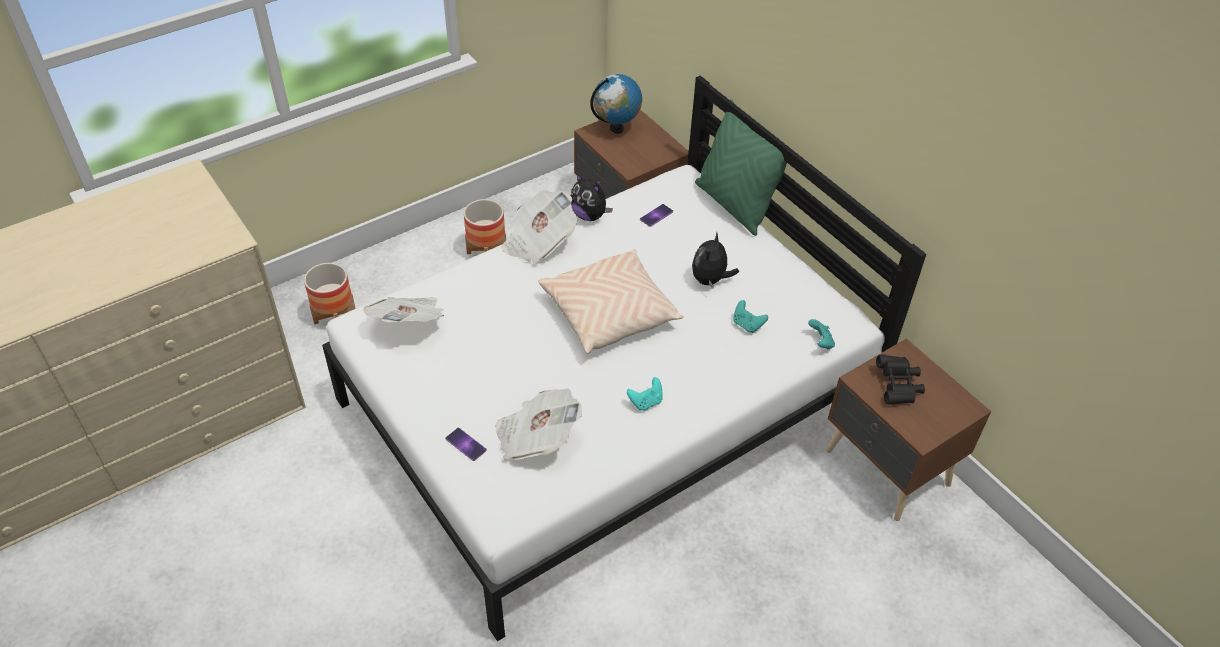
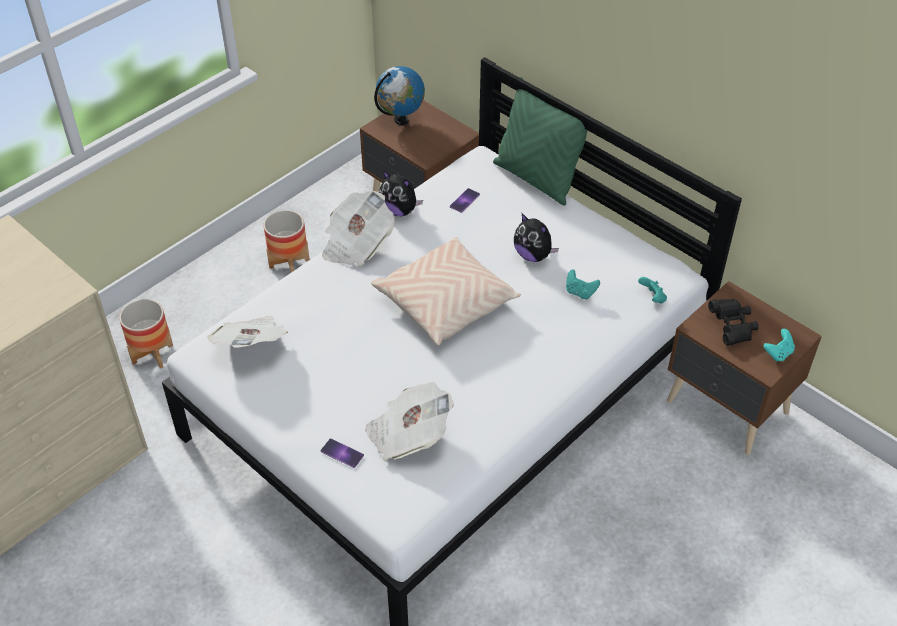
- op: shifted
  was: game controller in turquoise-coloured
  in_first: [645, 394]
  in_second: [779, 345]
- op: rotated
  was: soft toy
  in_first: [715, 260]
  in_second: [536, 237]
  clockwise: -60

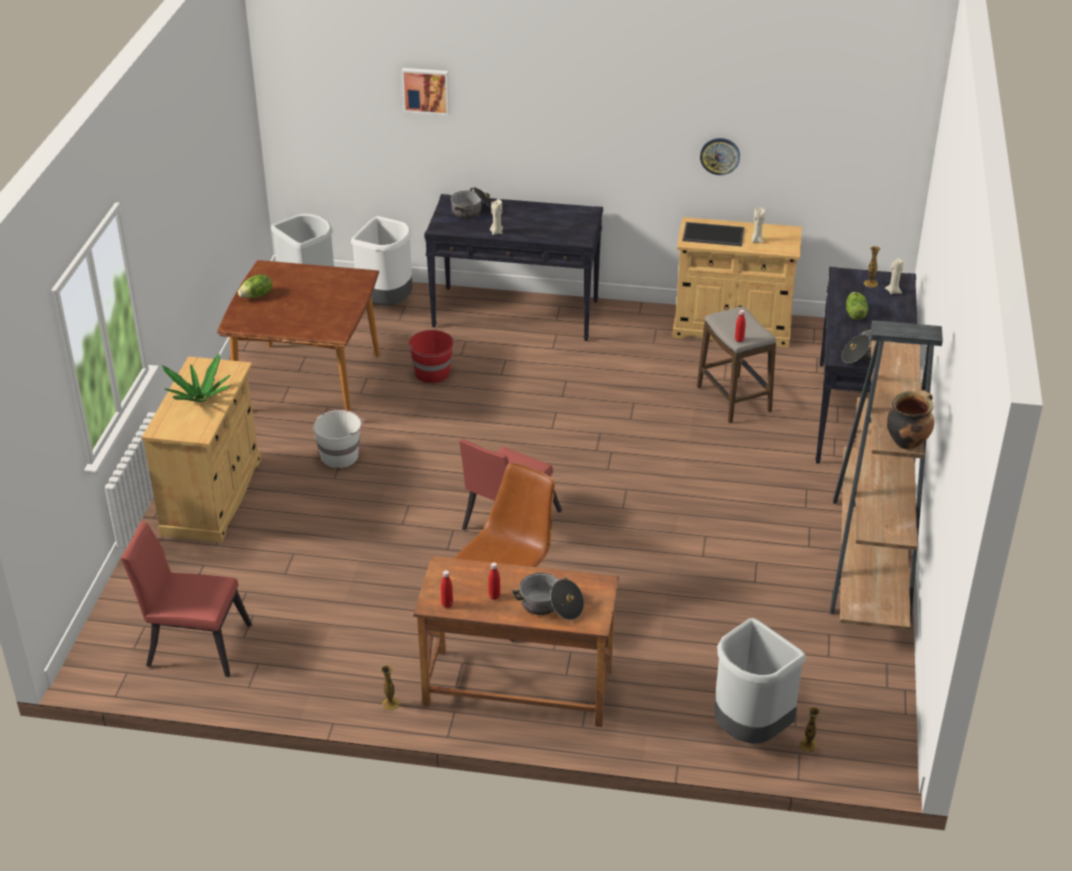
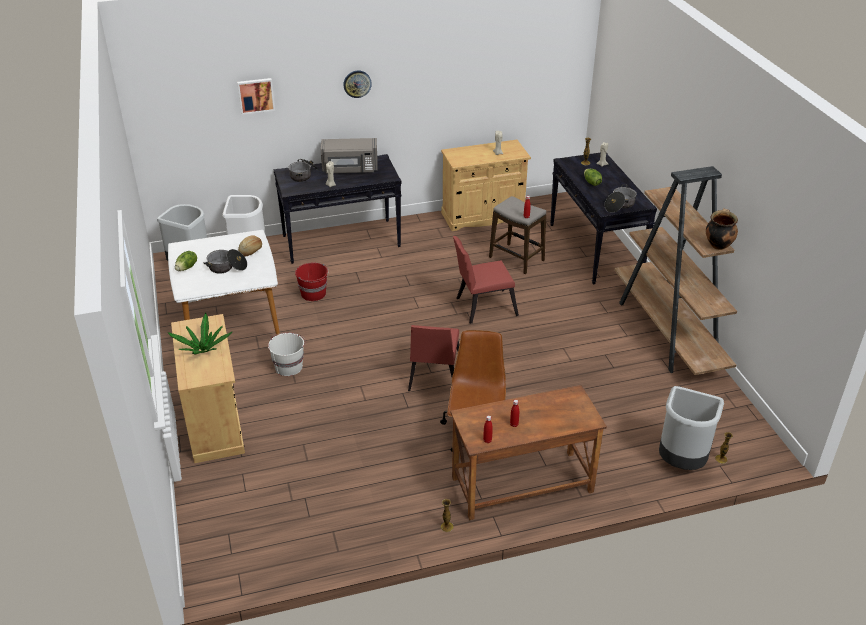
- op: gone
  was: carrying tray
  in_first: [713, 234]
- op: new
  now: bakery bread
  in_second: [250, 246]
- op: new
  now: kitchen microwave in greyish
  in_second: [349, 155]
- op: shifted
  was: upright chair in red-coloured
  in_first: [186, 599]
  in_second: [486, 280]
- op: shifted
  was: stockpot
  in_first: [548, 596]
  in_second: [225, 261]
- op: shifted
  was: hanging clock
  in_first: [720, 156]
  in_second: [357, 84]
- op: repainted
  was: kitchen table in brownish
  now: kitchen table in whitish
  in_first: [298, 336]
  in_second: [224, 283]

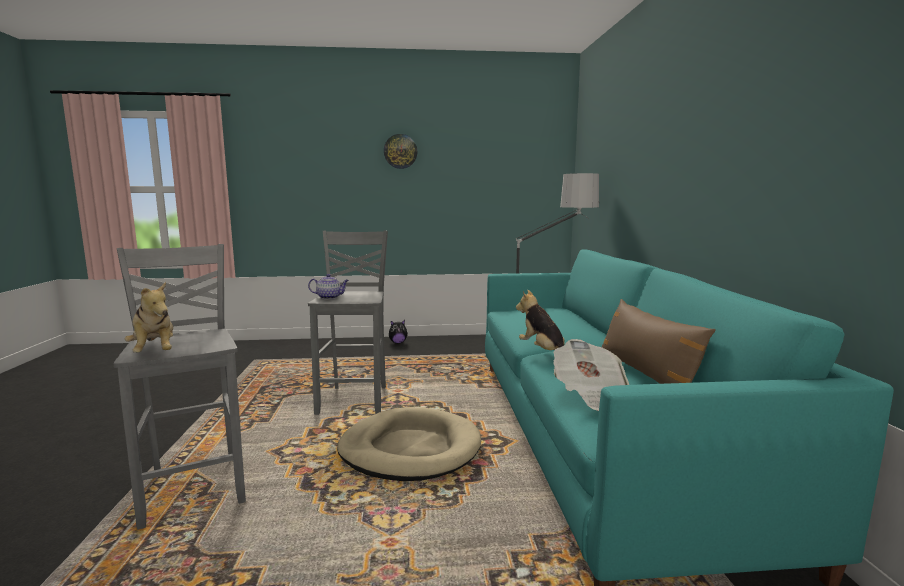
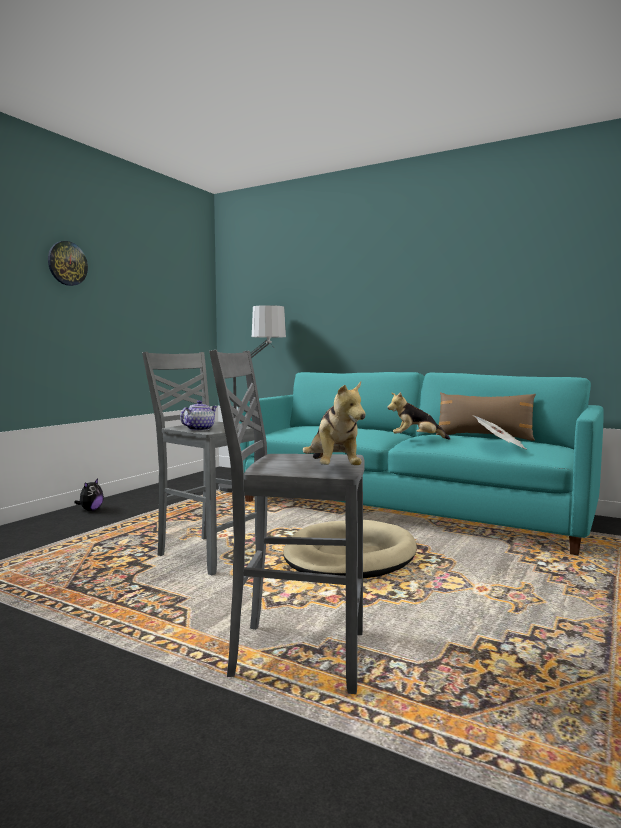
- op: rotated
  was: soft toy
  in_first: [149, 317]
  in_second: [334, 423]
  clockwise: 75

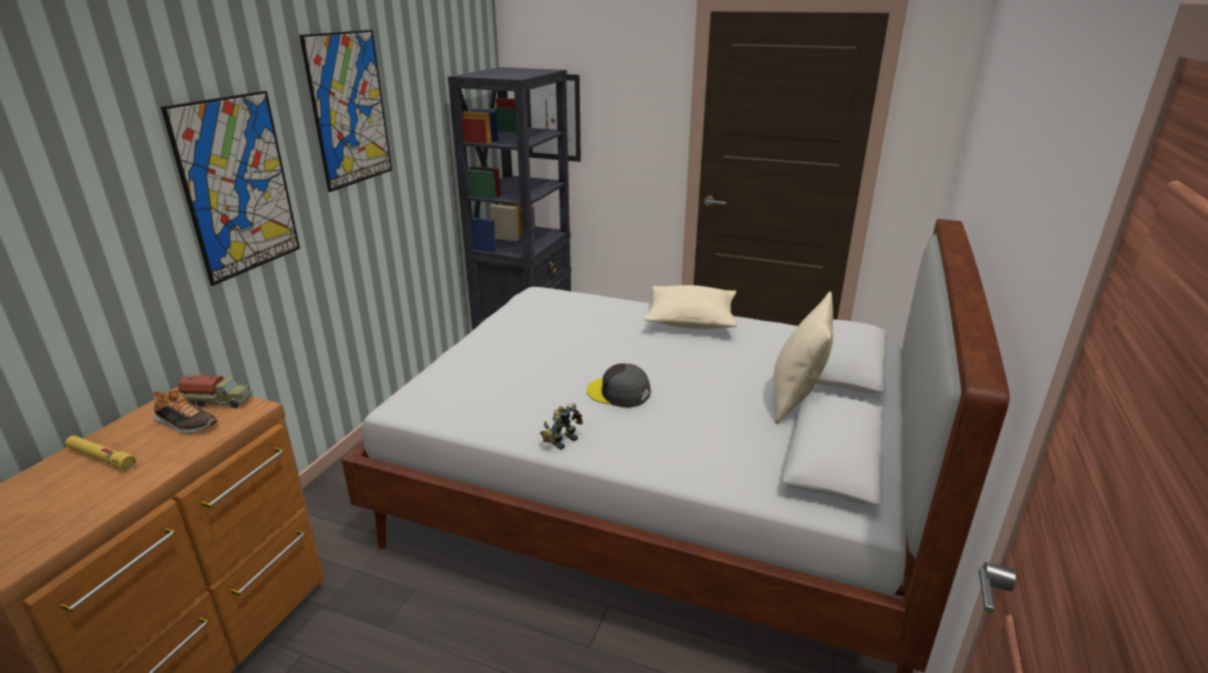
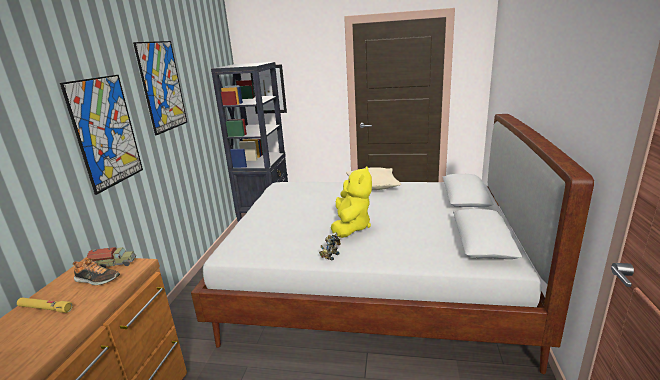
- op: gone
  was: cushion in sand-coloured
  in_first: [803, 358]
- op: swapped
  was: cap in greyish
  now: soft toy in yellow-coloured
  in_first: [618, 385]
  in_second: [351, 202]

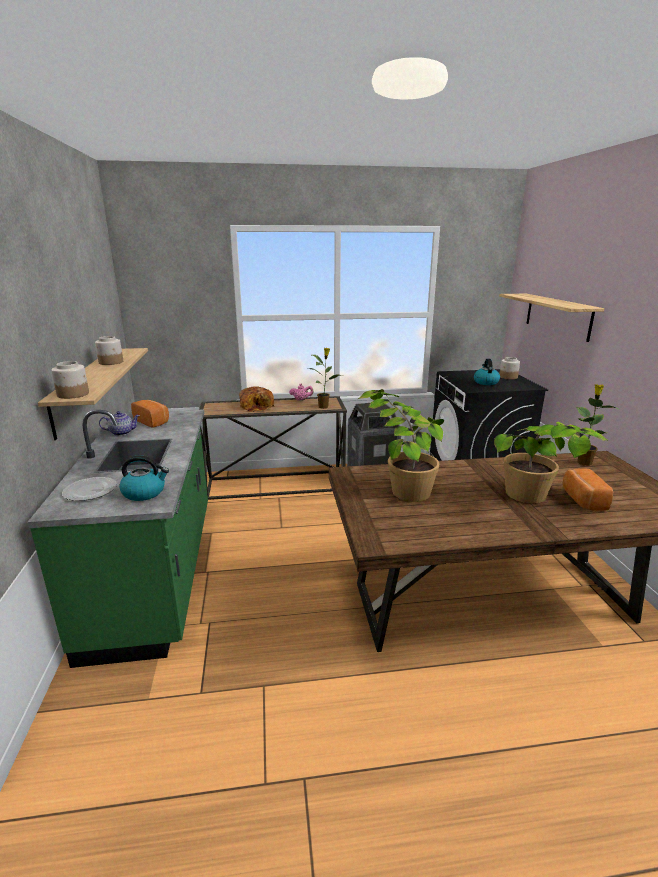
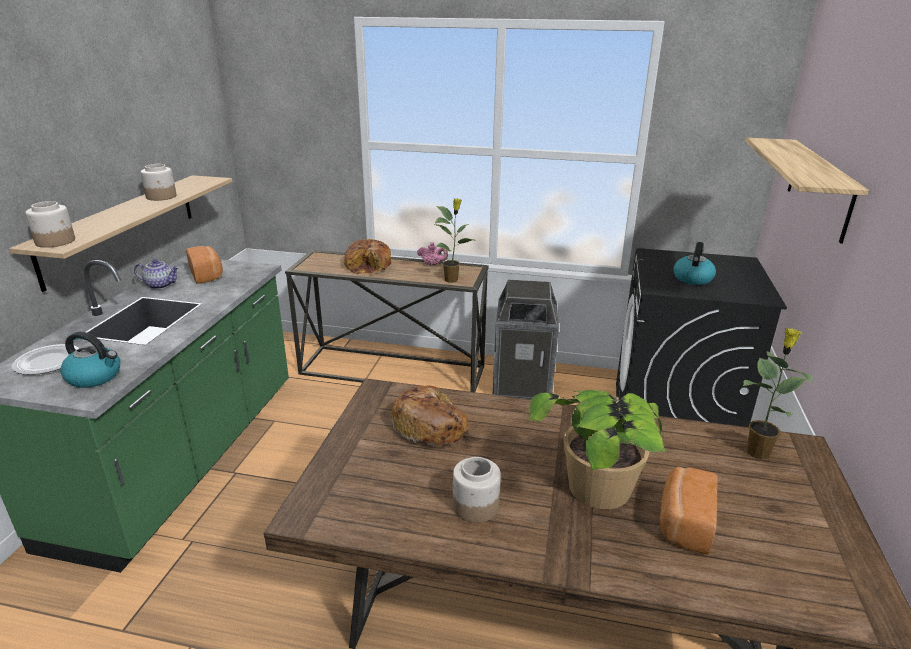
- op: shifted
  was: preserve jar
  in_first: [510, 368]
  in_second: [477, 490]
- op: swapped
  was: plant in a pot
  now: bakery bread
  in_first: [401, 445]
  in_second: [430, 416]

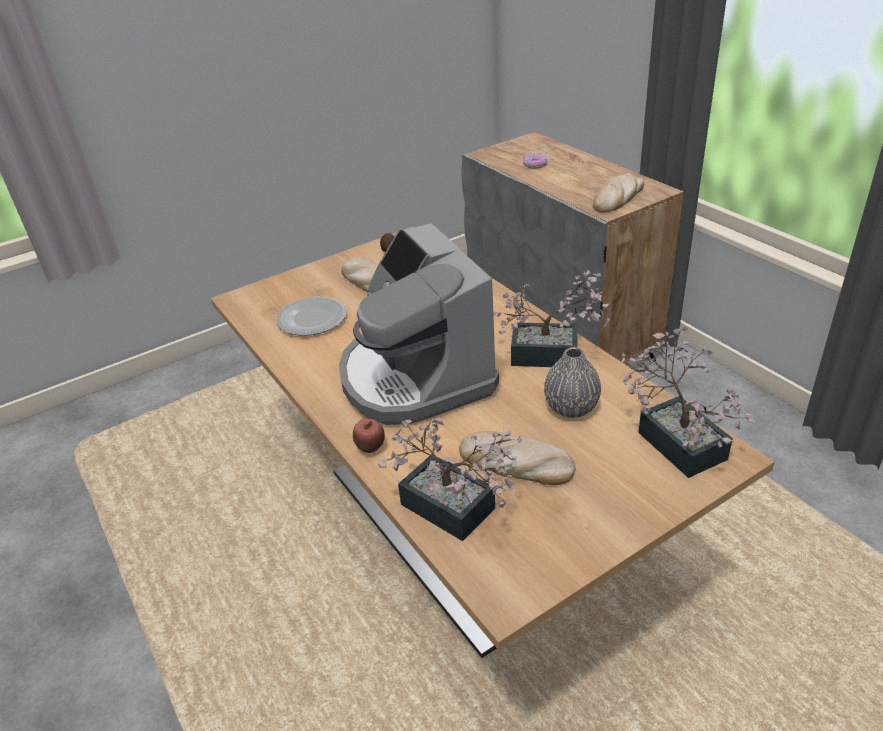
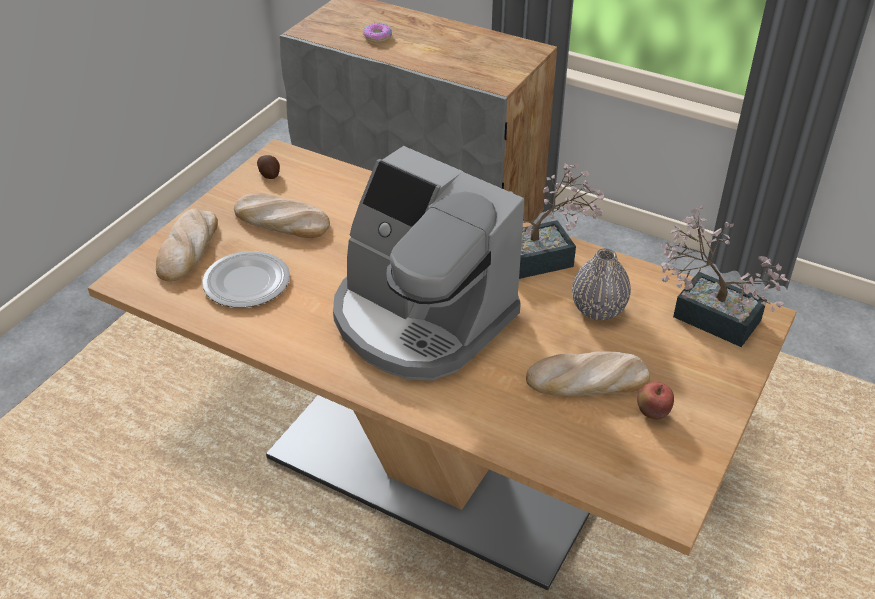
- op: gone
  was: plant in a pot
  in_first: [450, 479]
- op: shifted
  was: whole apple
  in_first: [369, 435]
  in_second: [655, 401]
- op: shifted
  was: bakery bread
  in_first: [618, 192]
  in_second: [187, 245]

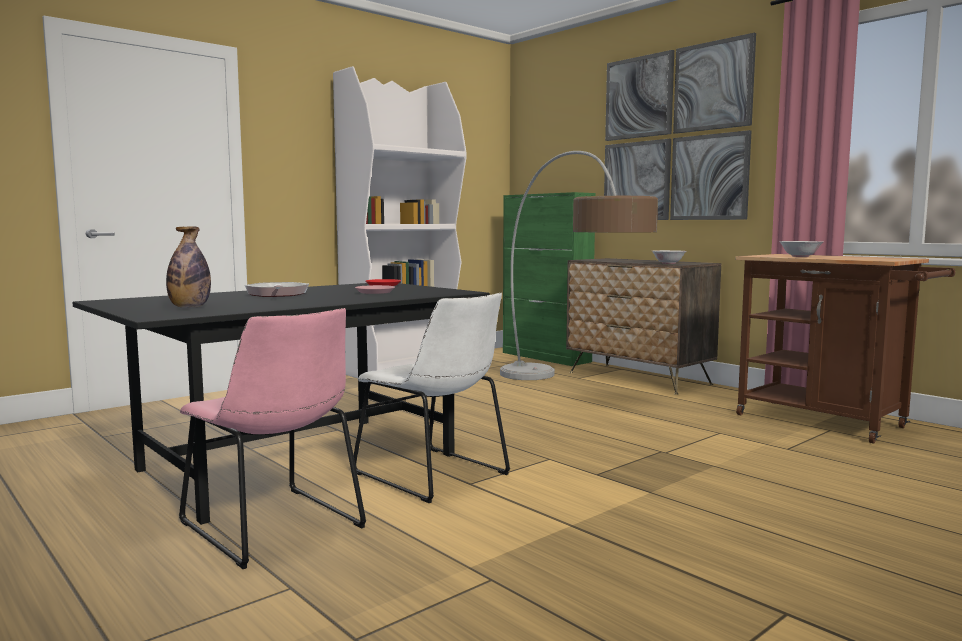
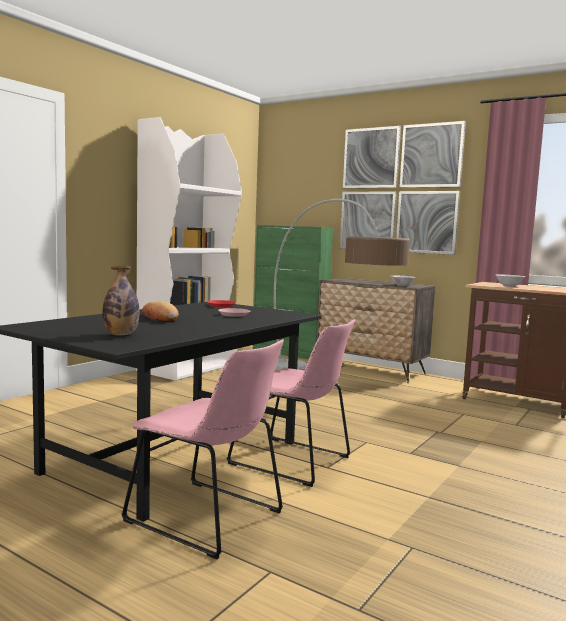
- op: swapped
  was: pan
  now: bakery bread
  in_first: [277, 289]
  in_second: [160, 311]
- op: repainted
  was: upright chair in whitish
  now: upright chair in pink-coloured
  in_first: [432, 398]
  in_second: [291, 403]

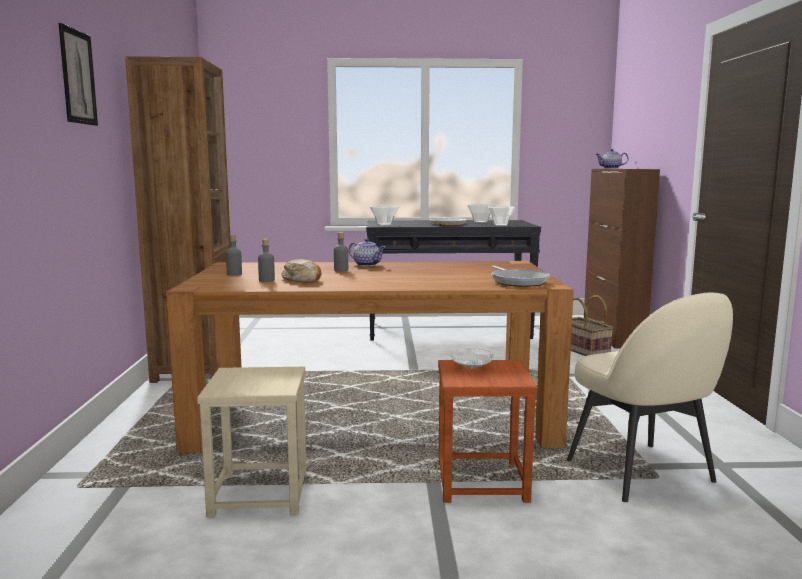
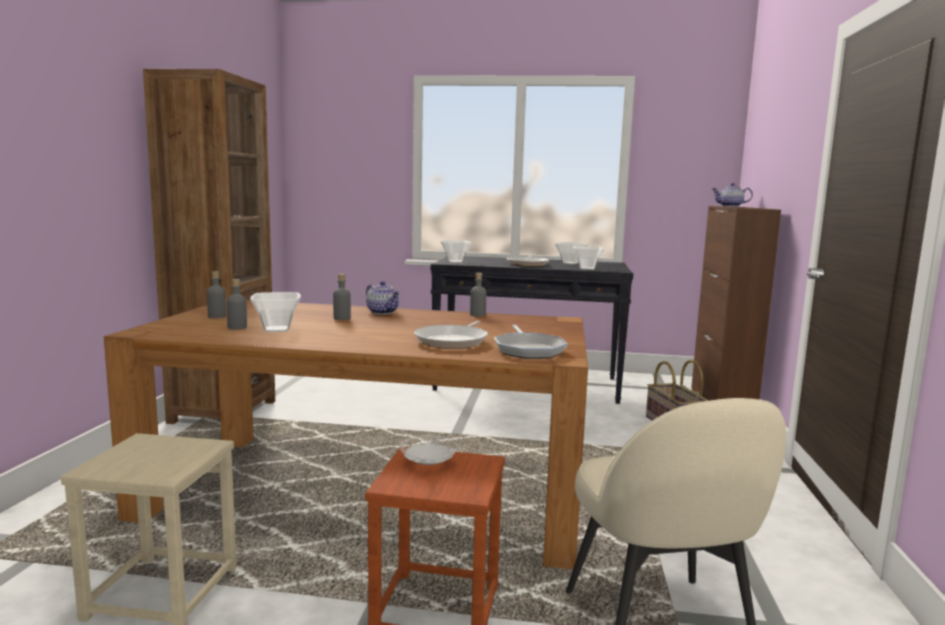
- op: gone
  was: wall picture
  in_first: [78, 74]
- op: new
  now: pan
  in_second: [451, 334]
- op: new
  now: drink bottle in greyish
  in_second: [478, 295]
- op: swapped
  was: bakery bread
  now: deep dish
  in_first: [301, 271]
  in_second: [275, 312]

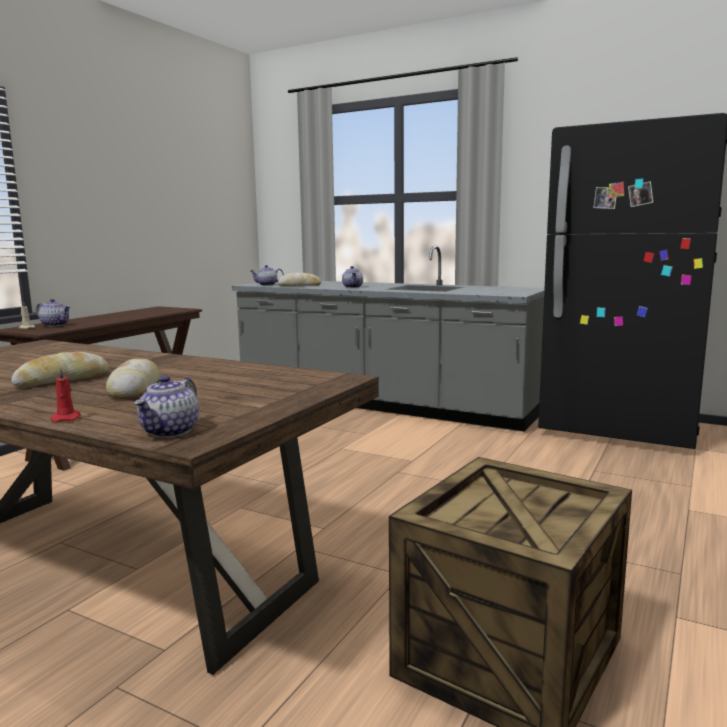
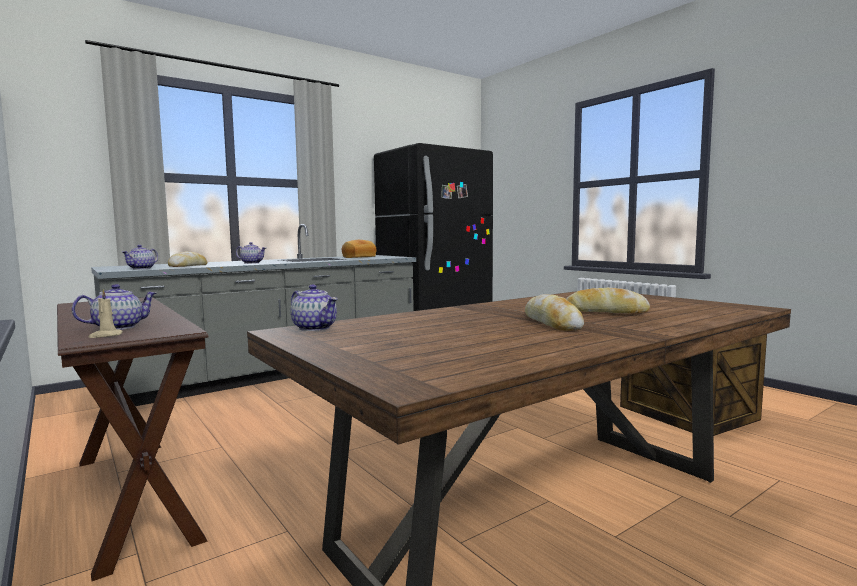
- op: gone
  was: candle in red-coloured
  in_first: [65, 394]
- op: new
  now: bakery bread
  in_second: [359, 249]
- op: shifted
  was: tea pot
  in_first: [166, 406]
  in_second: [314, 307]

